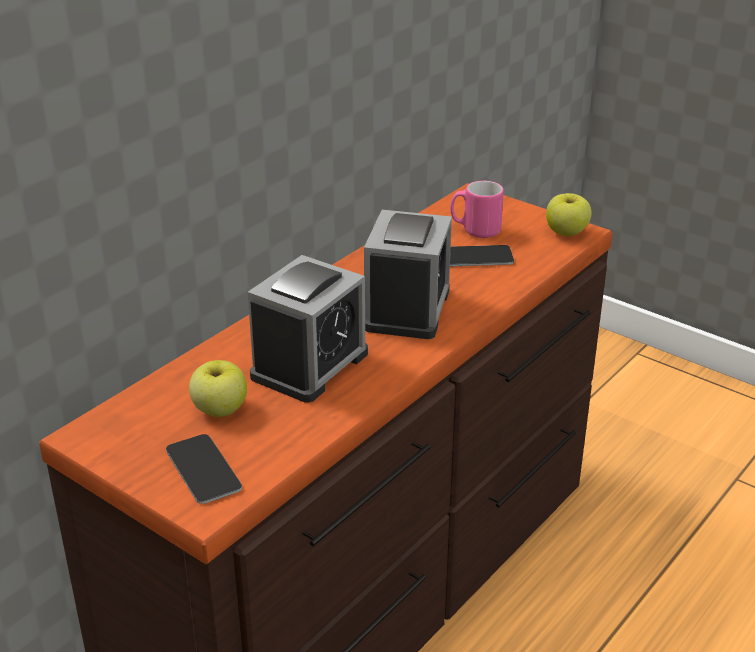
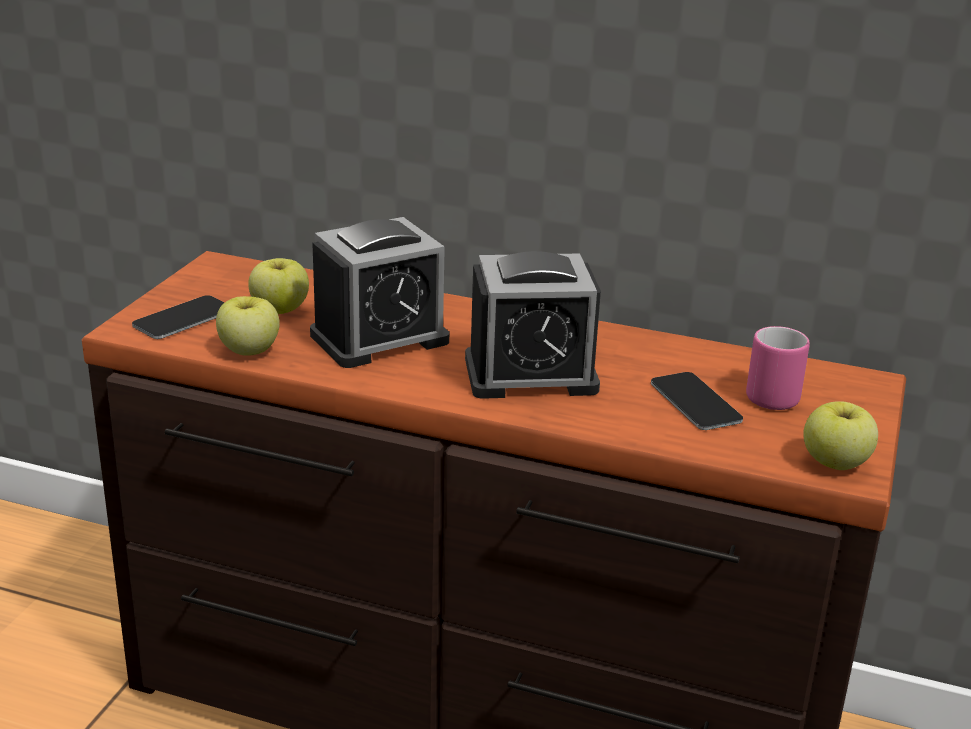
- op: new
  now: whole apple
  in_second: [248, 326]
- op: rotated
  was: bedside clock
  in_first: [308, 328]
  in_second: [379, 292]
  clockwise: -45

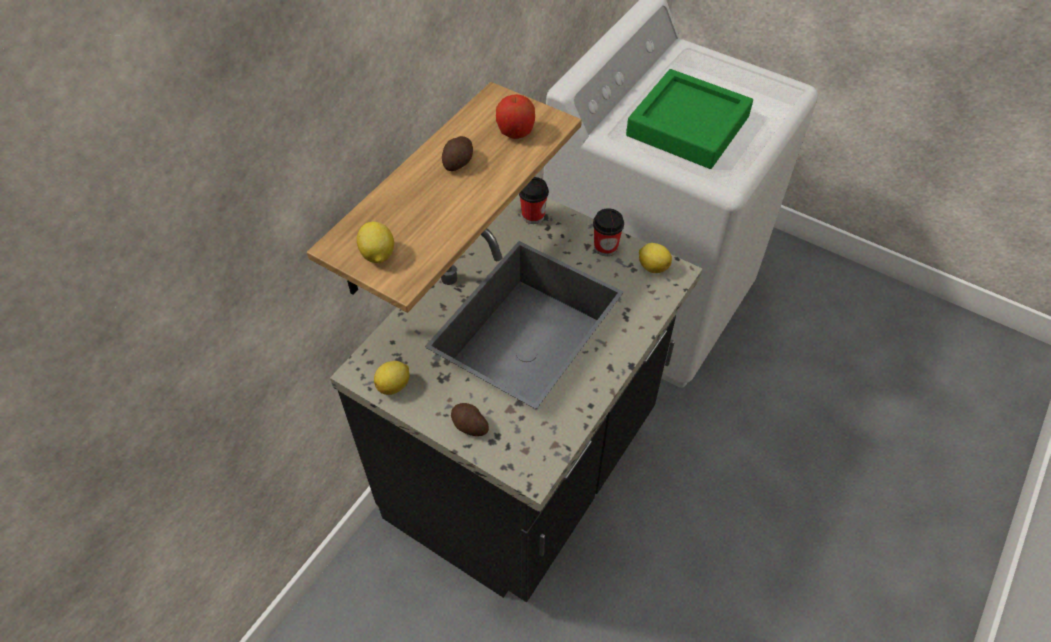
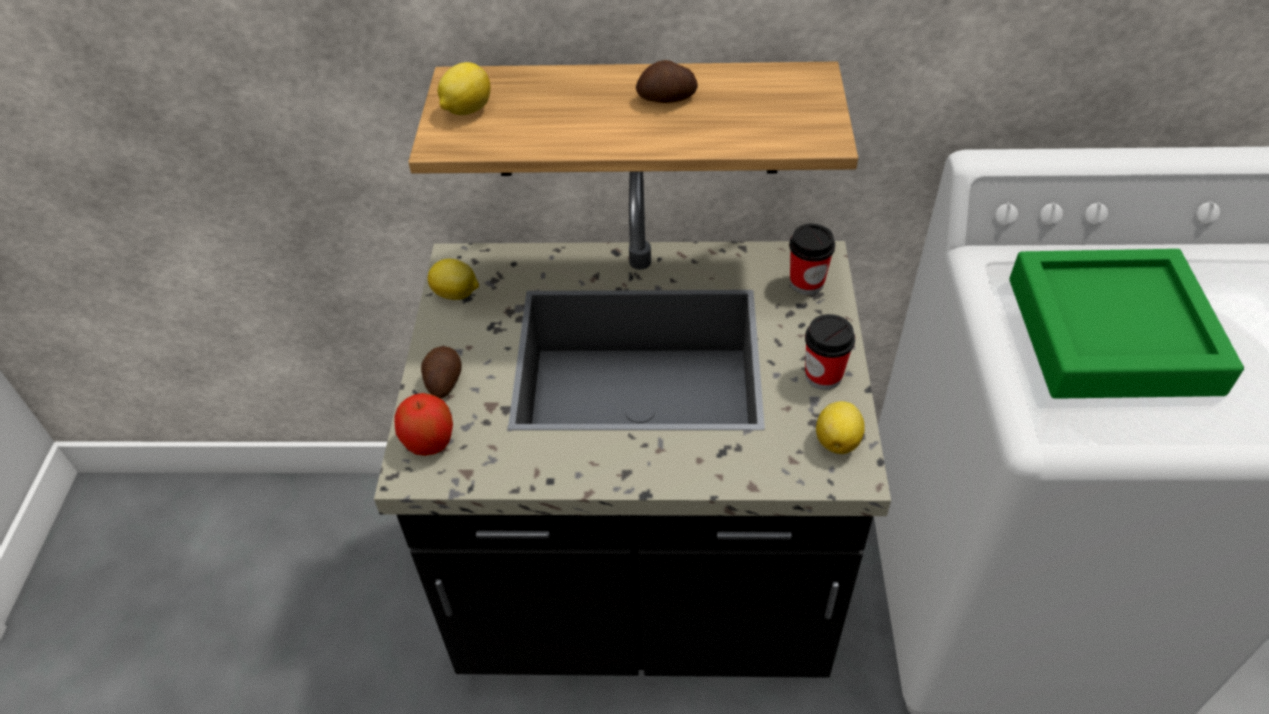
- op: shifted
  was: whole apple
  in_first: [515, 116]
  in_second: [423, 424]

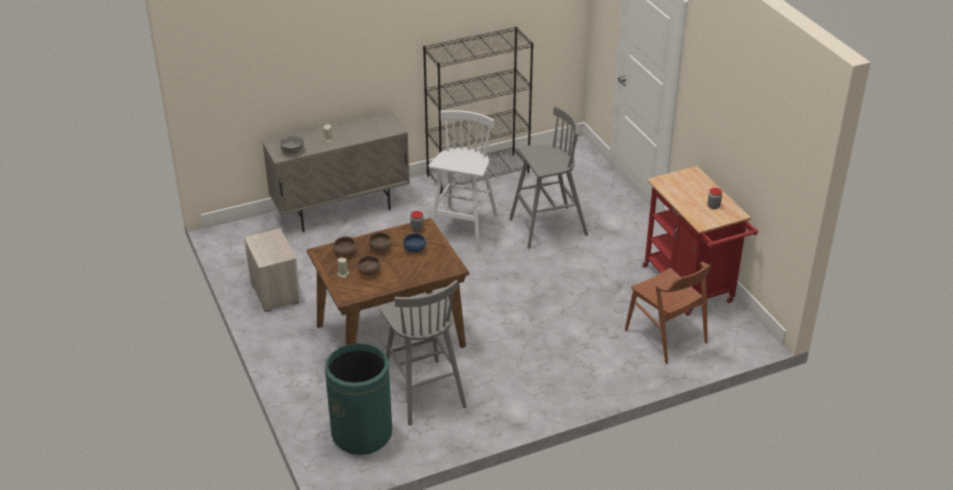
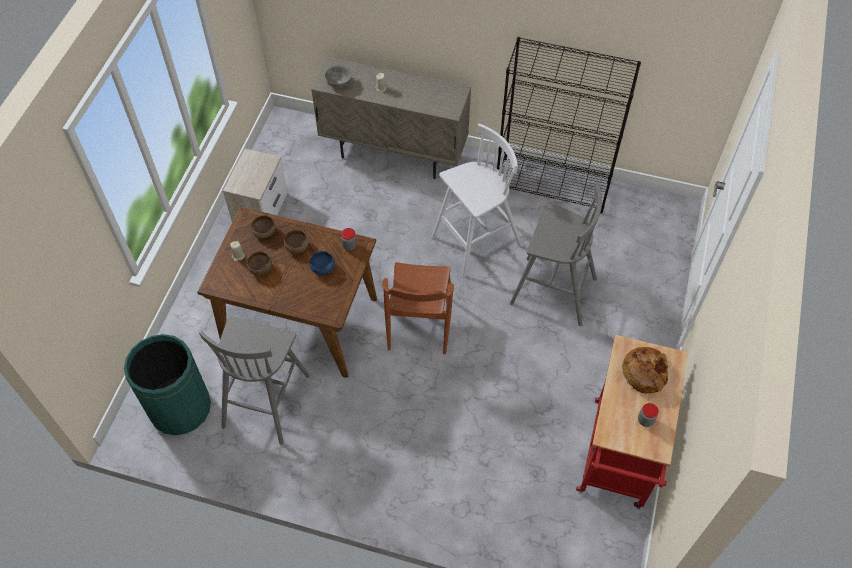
- op: new
  now: bakery bread
  in_second: [645, 370]
- op: shifted
  was: upright chair in brownish
  in_first: [668, 313]
  in_second: [418, 308]

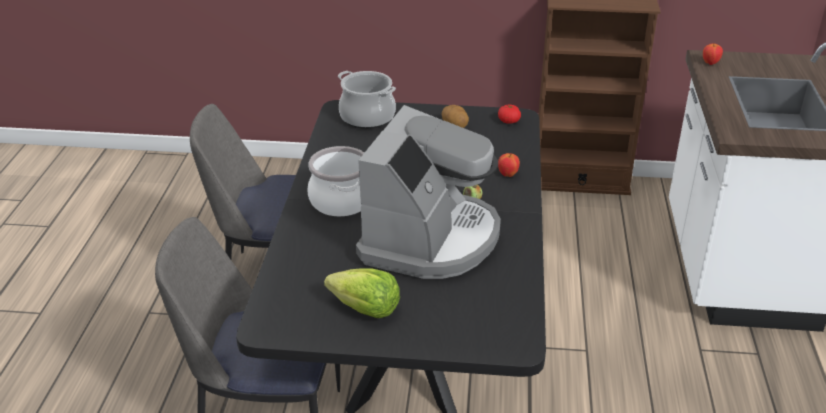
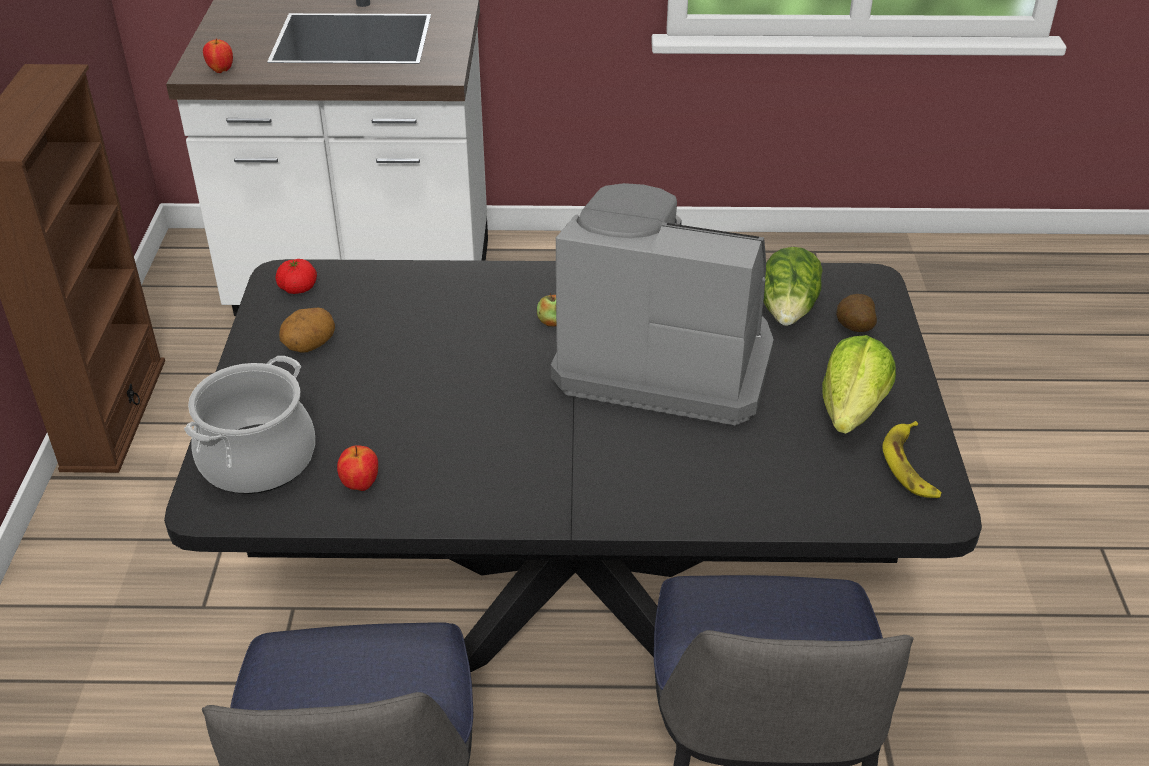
- op: gone
  was: stockpot
  in_first: [335, 181]
- op: new
  now: lettuce
  in_second: [793, 286]
- op: new
  now: spud
  in_second: [856, 313]
- op: new
  now: banana fruit
  in_second: [912, 459]
- op: shifted
  was: whole apple
  in_first: [509, 165]
  in_second: [357, 468]

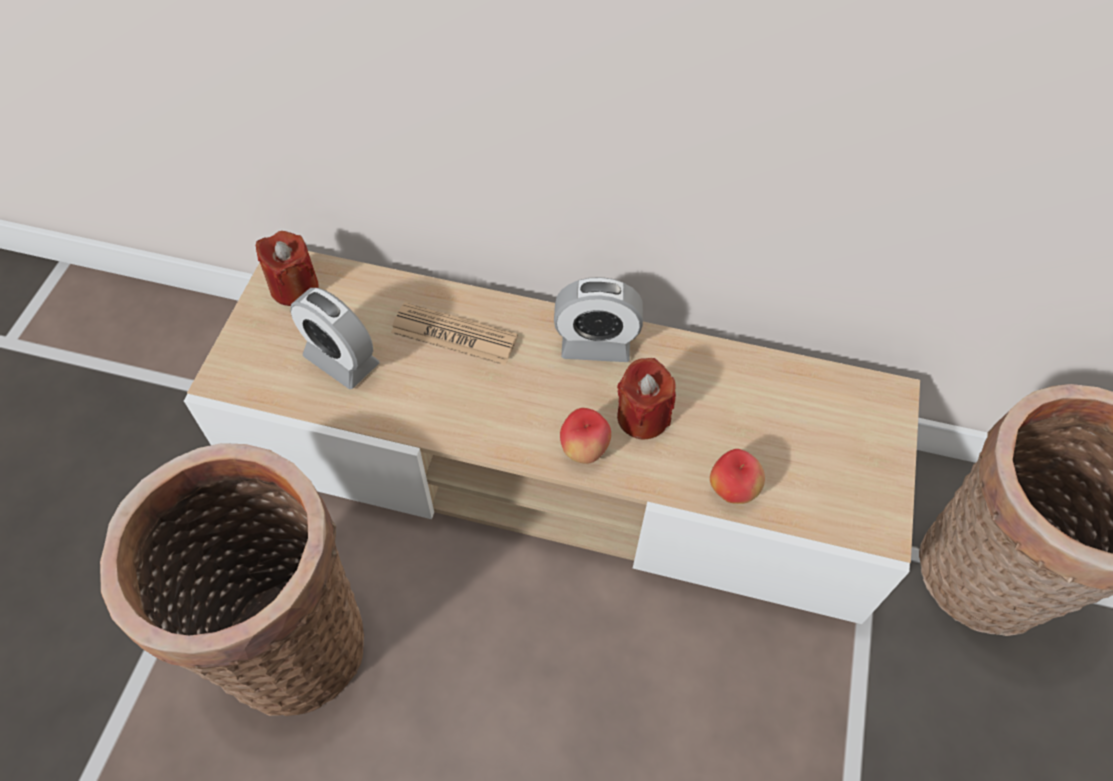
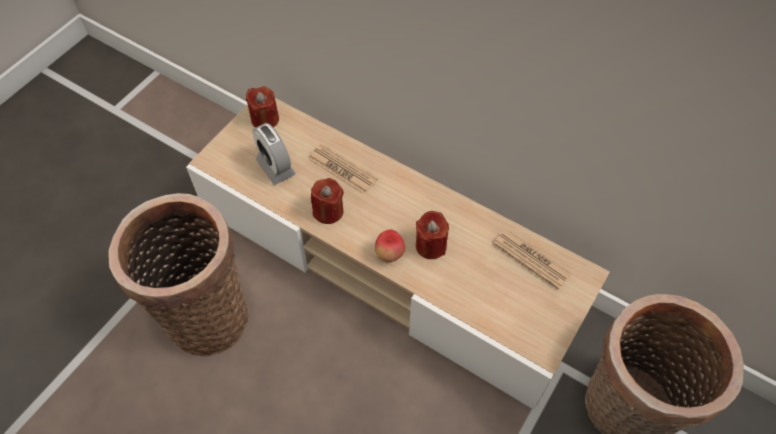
- op: gone
  was: bedside clock
  in_first: [598, 319]
- op: gone
  was: whole apple
  in_first: [737, 476]
- op: new
  now: candle in red-coloured
  in_second: [327, 201]
- op: new
  now: printed paper
  in_second: [532, 260]

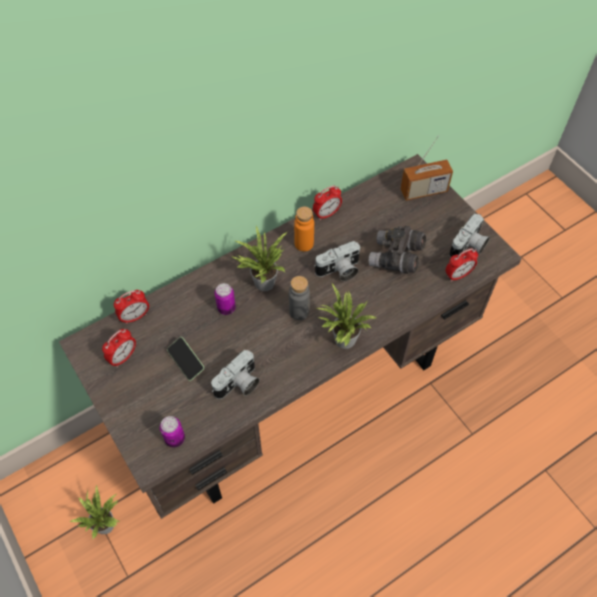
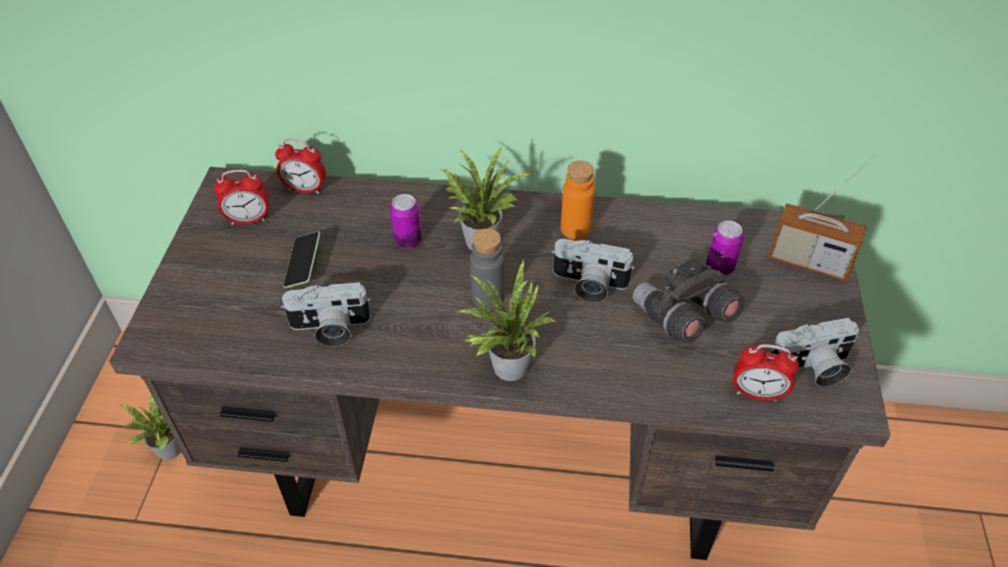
- op: gone
  was: bedside clock
  in_first: [327, 203]
- op: shifted
  was: can
  in_first: [172, 432]
  in_second: [725, 248]

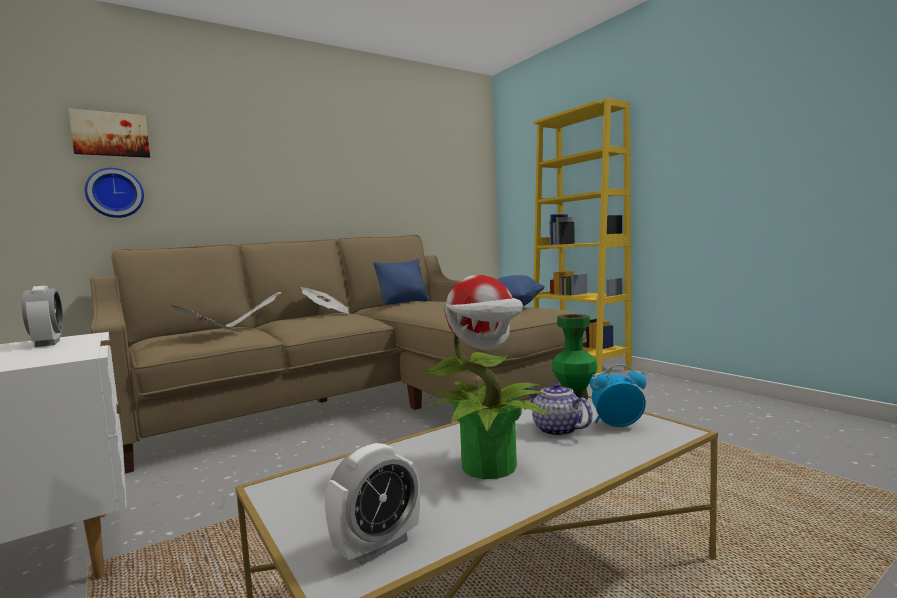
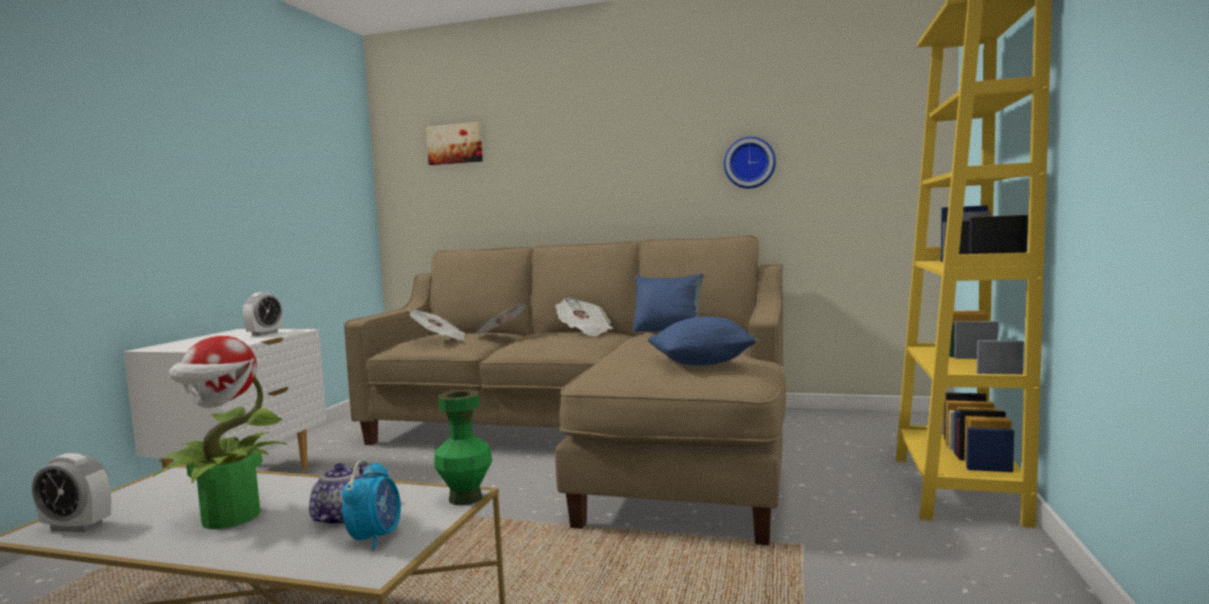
- op: shifted
  was: hanging clock
  in_first: [114, 193]
  in_second: [750, 163]
- op: rotated
  was: bedside clock
  in_first: [618, 395]
  in_second: [371, 505]
  clockwise: 45

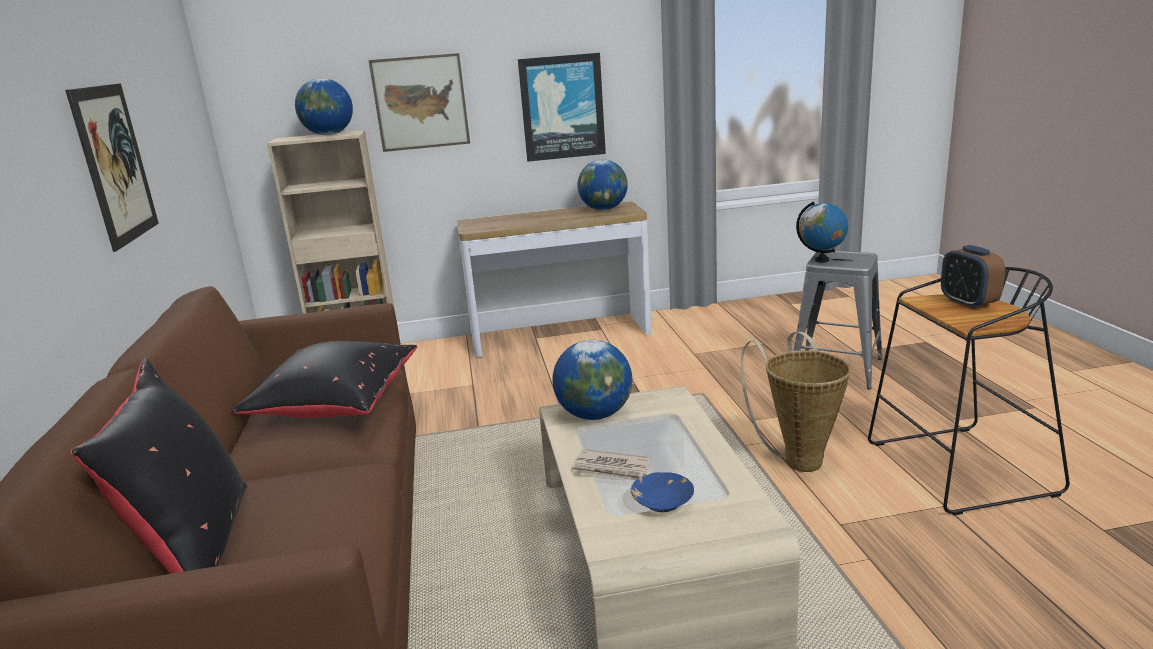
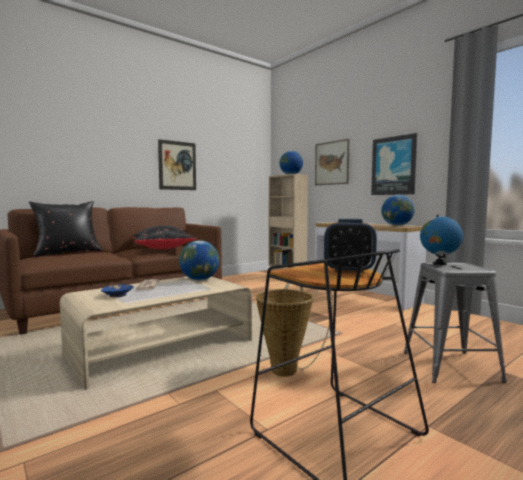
- op: rotated
  was: bedside clock
  in_first: [973, 277]
  in_second: [350, 246]
  clockwise: -120

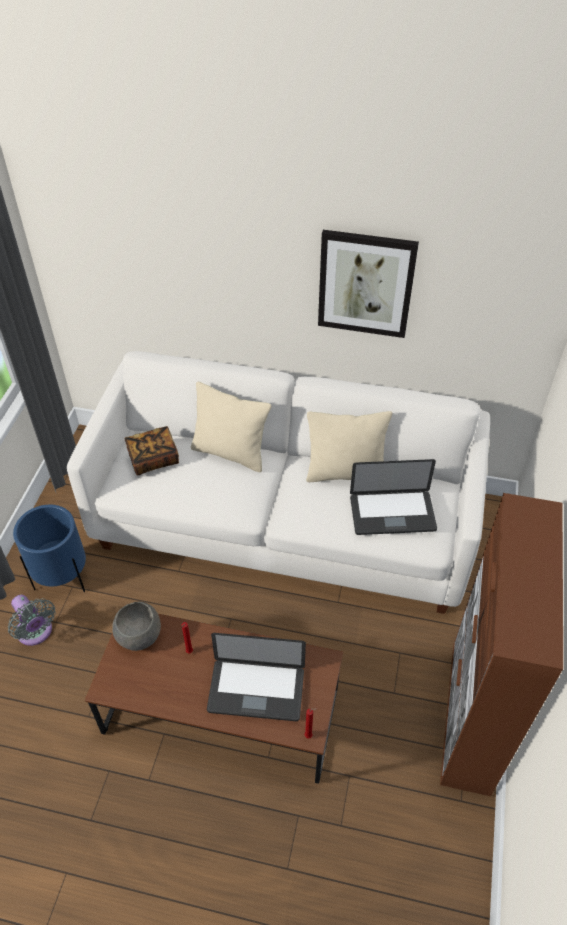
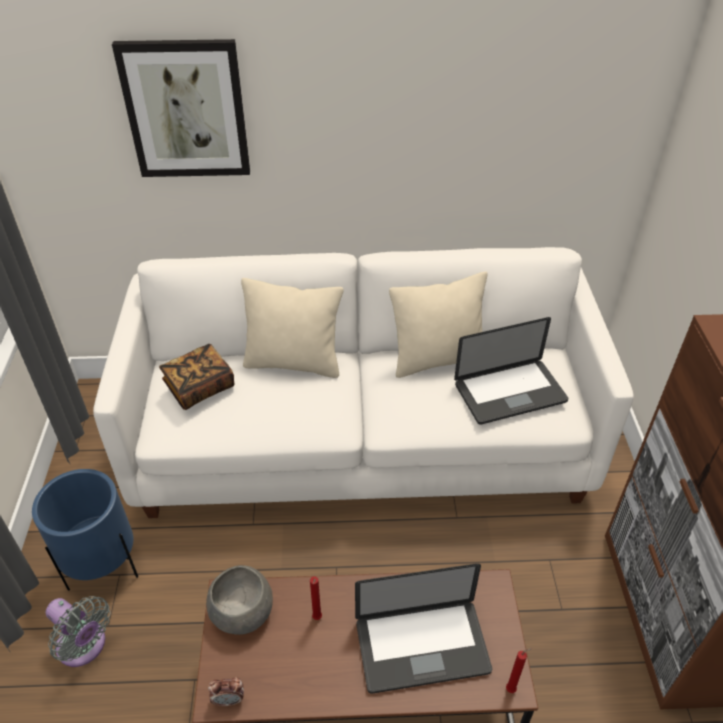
- op: new
  now: bedside clock
  in_second: [226, 691]
- op: shifted
  was: wall picture
  in_first: [368, 284]
  in_second: [181, 108]

